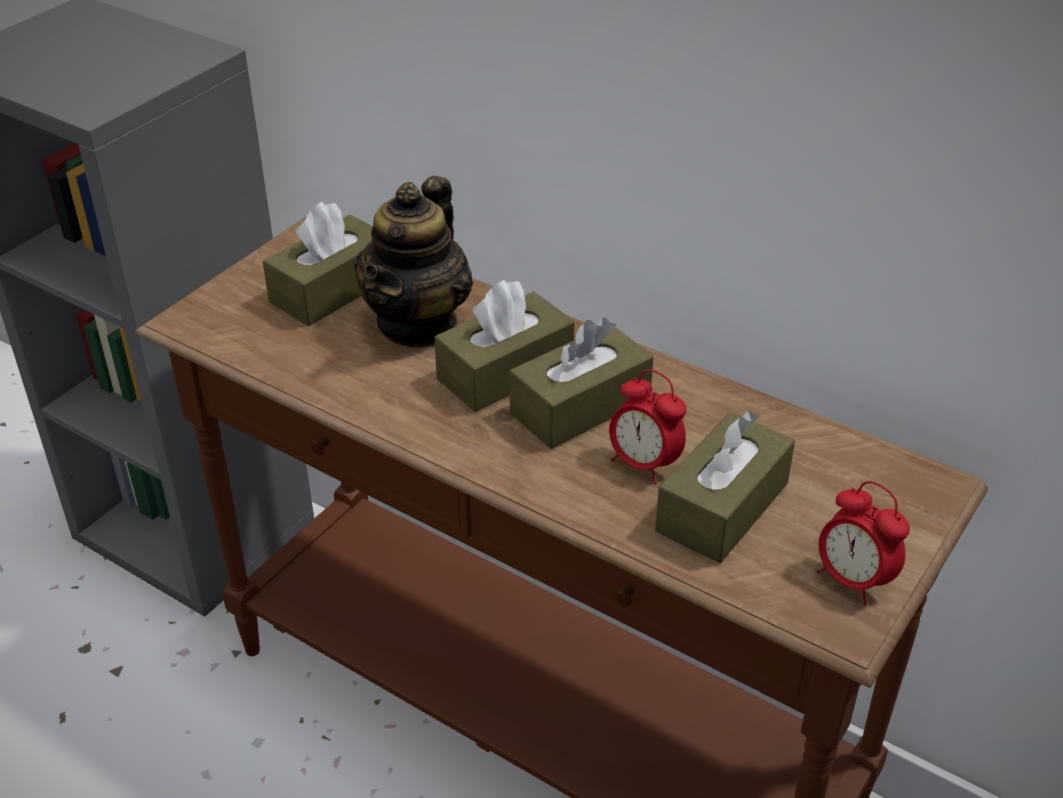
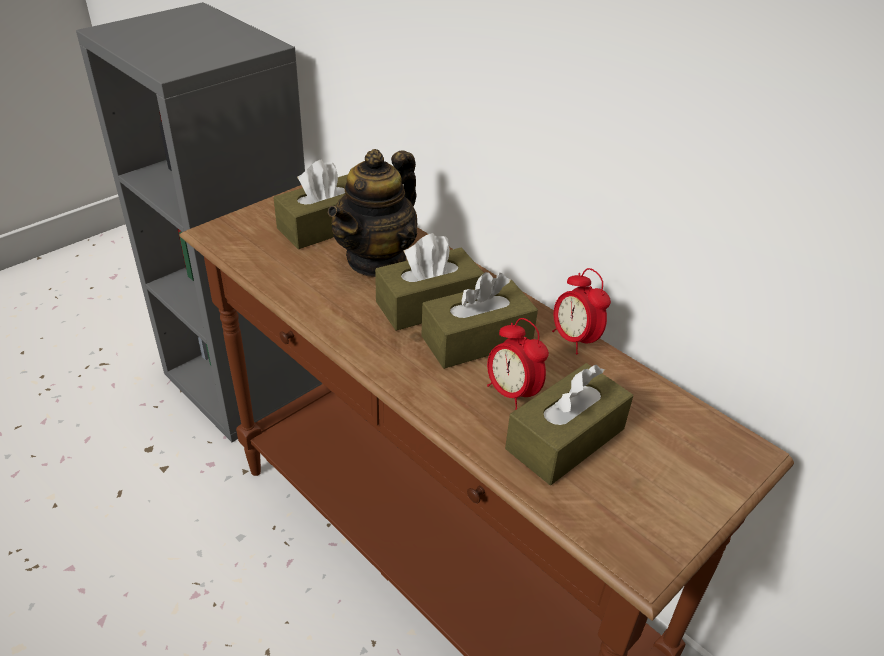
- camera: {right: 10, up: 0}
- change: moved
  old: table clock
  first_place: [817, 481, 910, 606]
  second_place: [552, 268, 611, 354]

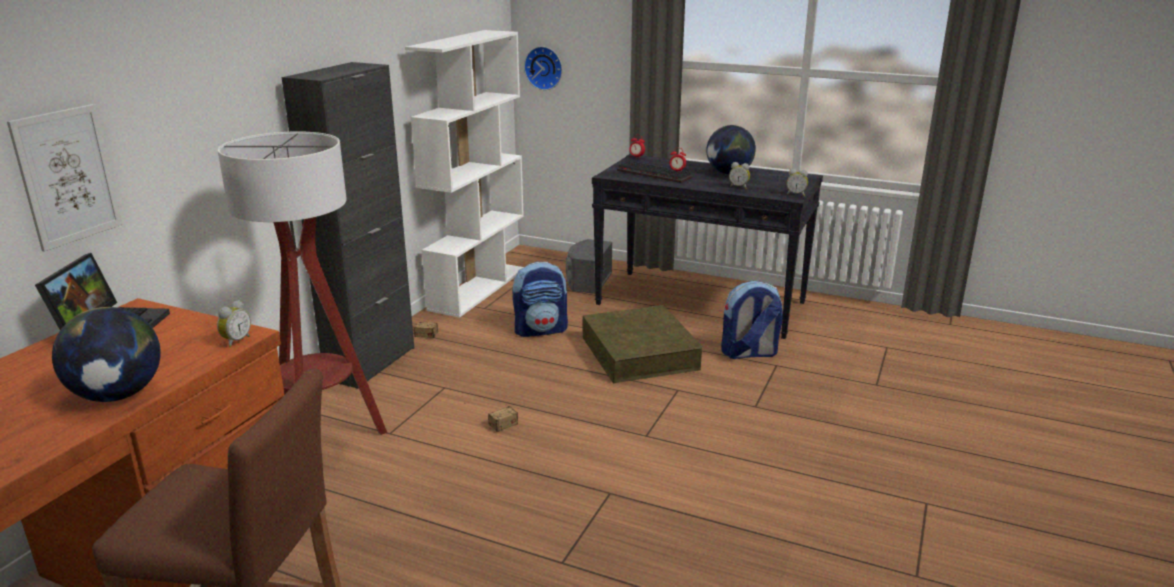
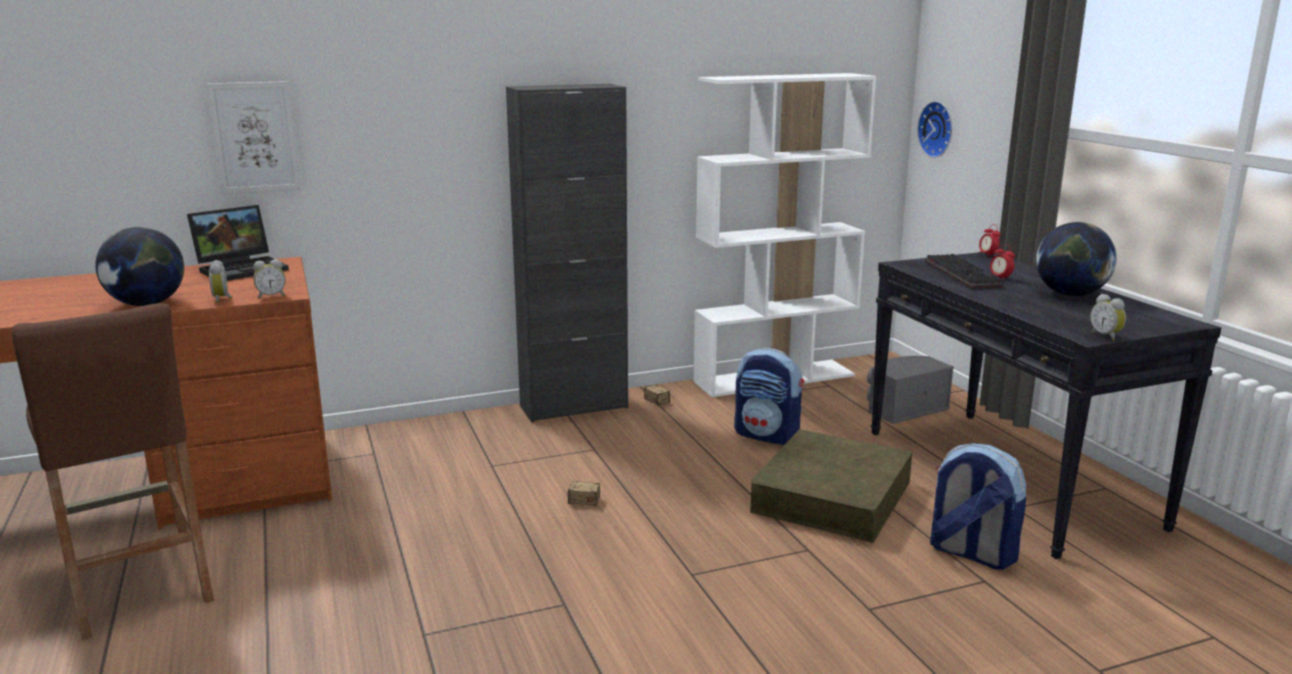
- camera: {right: 45, up: -5}
- change: removed
  old: standard lamp
  first_place: [218, 131, 387, 435]
- change: moved
  old: table clock
  first_place: [729, 162, 750, 189]
  second_place: [209, 260, 232, 303]

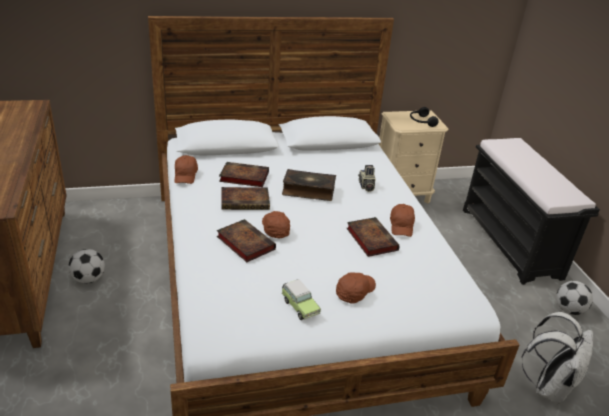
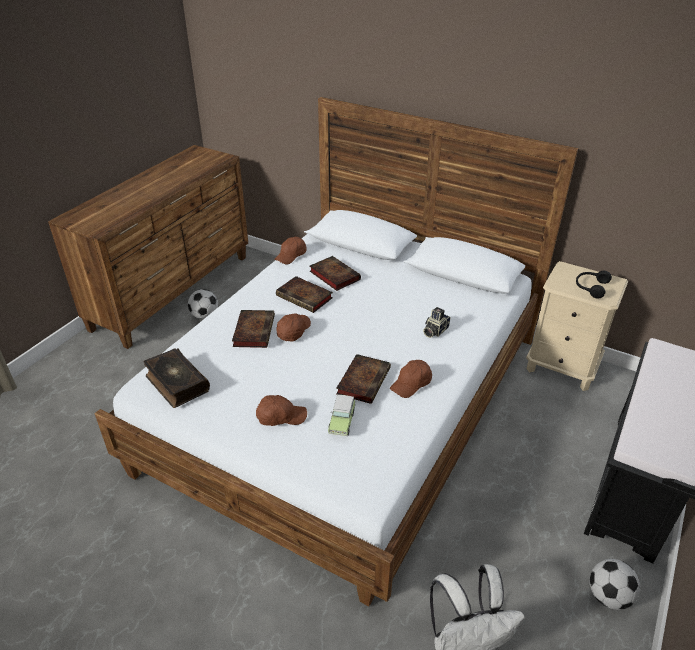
- camera: {right: 45, up: 5}
- change: moved
  old: book
  first_place: [282, 169, 336, 201]
  second_place: [143, 348, 210, 408]
- change: moved
  old: miniature car
  first_place: [282, 279, 321, 320]
  second_place: [328, 394, 356, 436]

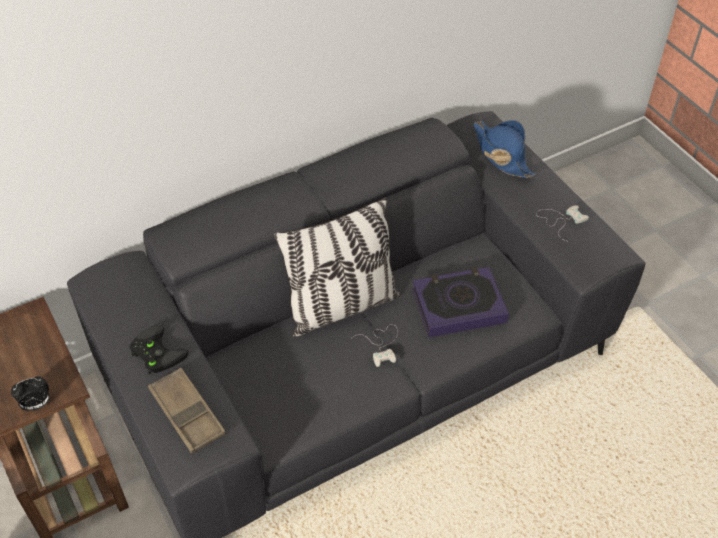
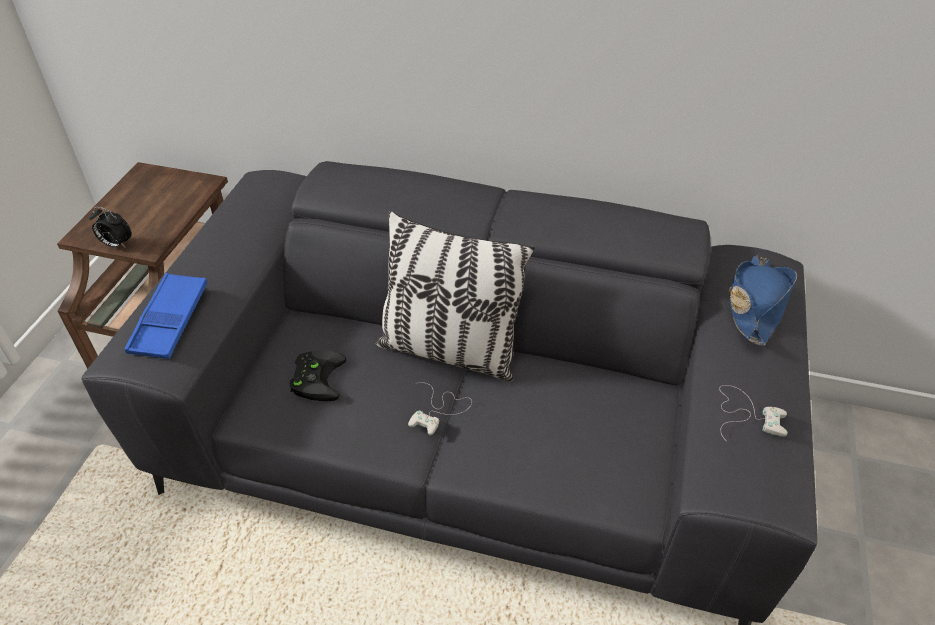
- camera: {right: 45, up: -5}
- change: removed
  old: book
  first_place: [412, 267, 509, 337]
- change: moved
  old: joypad in black
  first_place: [129, 325, 188, 374]
  second_place: [290, 350, 347, 401]
- change: recoloured
  old: carrying tray in brown
  new: carrying tray in bluish
  first_place: [148, 368, 226, 454]
  second_place: [125, 273, 207, 359]

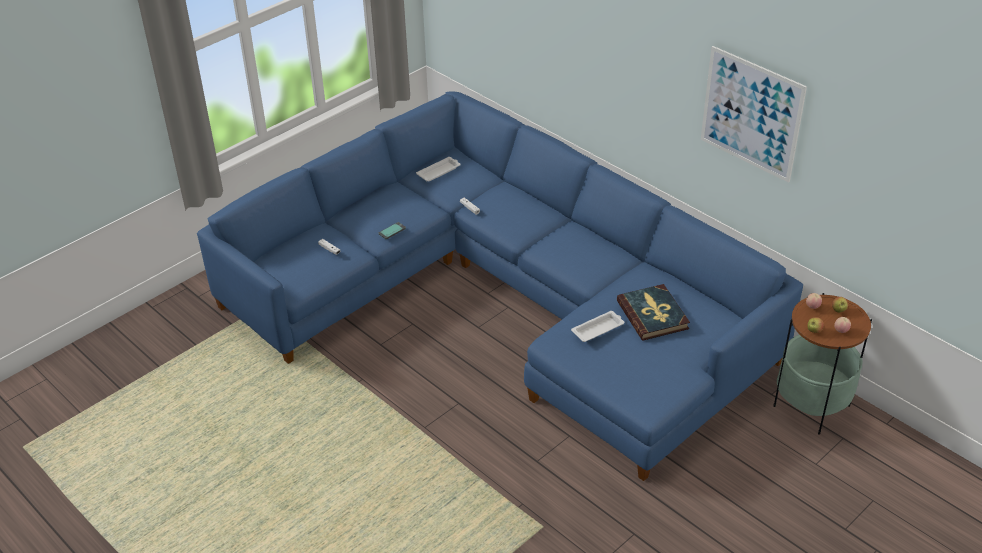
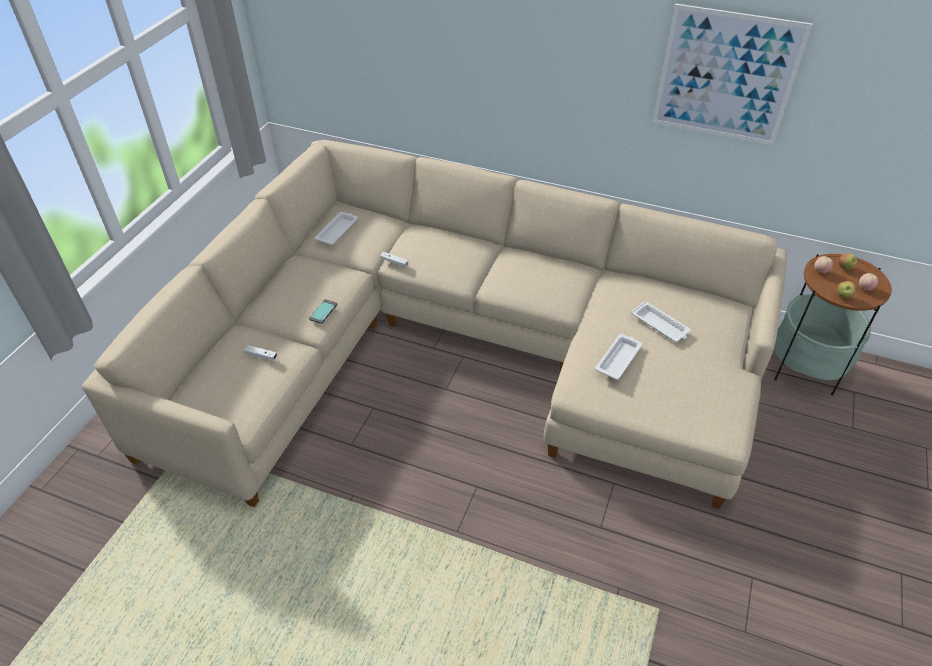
- camera: {right: -25, up: 5}
- change: replaced
  old: book
  new: carrying tray in white
  first_place: [617, 284, 690, 341]
  second_place: [631, 301, 690, 342]
- change: recoloured
  old: sofa in bluish
  new: sofa in beige
  first_place: [197, 91, 803, 481]
  second_place: [82, 140, 787, 509]

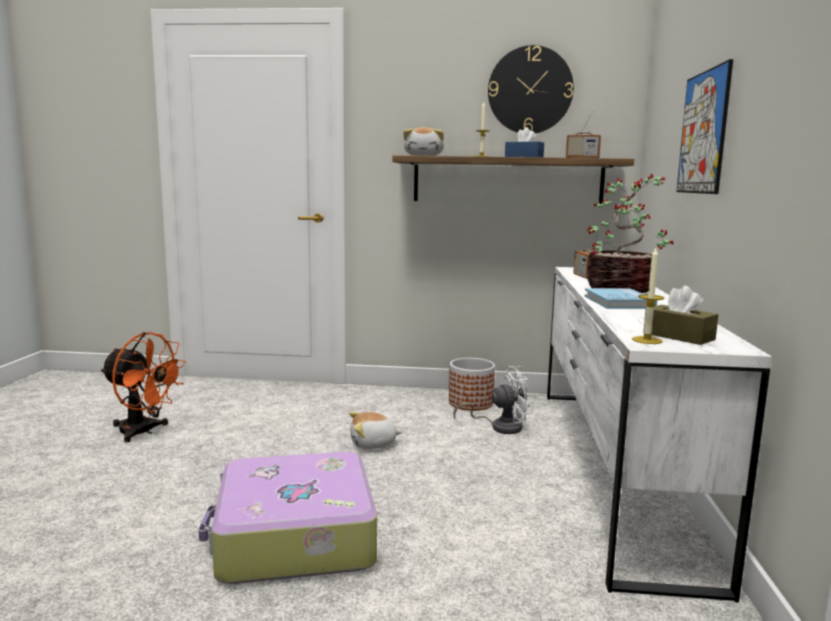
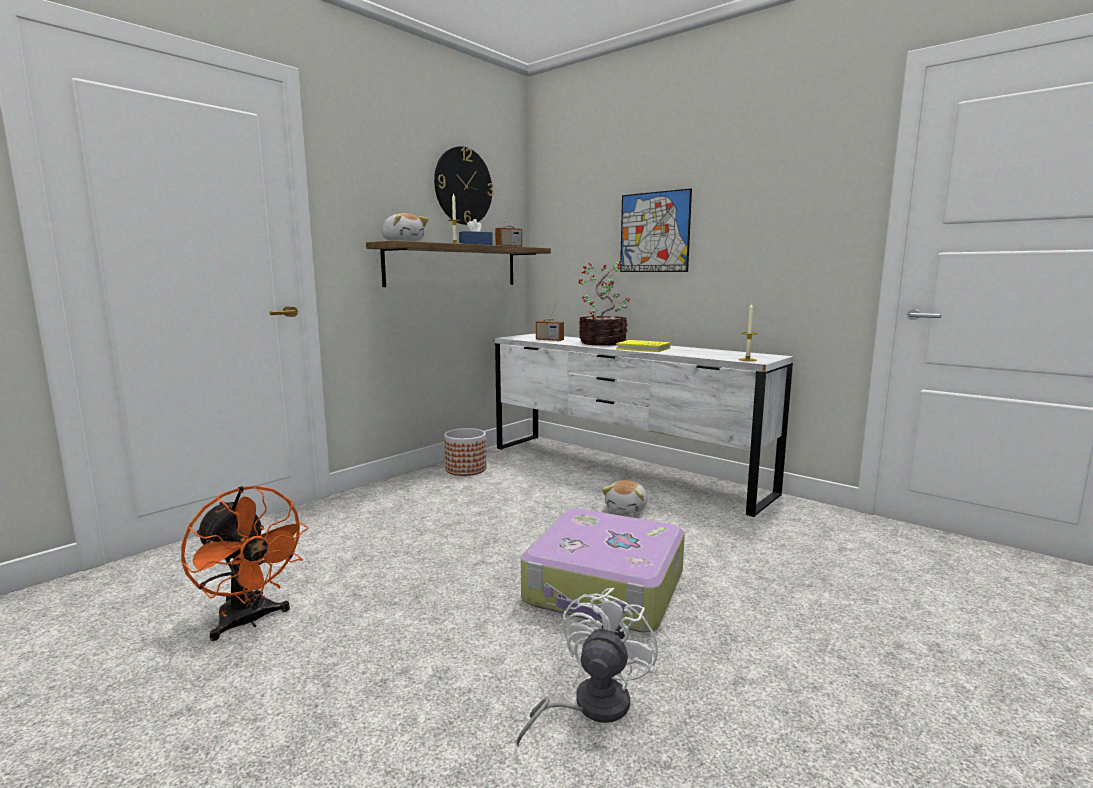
- camera: {right: -55, up: 0}
- change: removed
  old: box of tissues in brown
  first_place: [643, 286, 718, 345]
- change: moved
  old: plush toy
  first_place: [349, 412, 402, 449]
  second_place: [602, 480, 647, 513]
- change: moved
  old: fan in white
  first_place: [453, 366, 533, 434]
  second_place: [516, 588, 658, 746]
- change: recoloured
  old: book in bluish
  new: book in yellow-coloured
  first_place: [584, 288, 657, 309]
  second_place: [616, 340, 670, 352]
- change: turned
  old: fan in orange-coloured
  first_place: [100, 332, 186, 442]
  second_place: [181, 486, 309, 641]
  degrees: 75

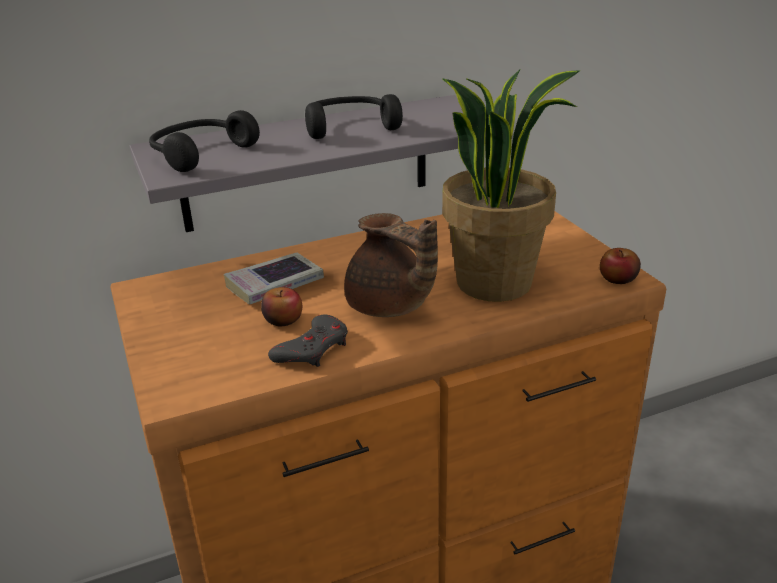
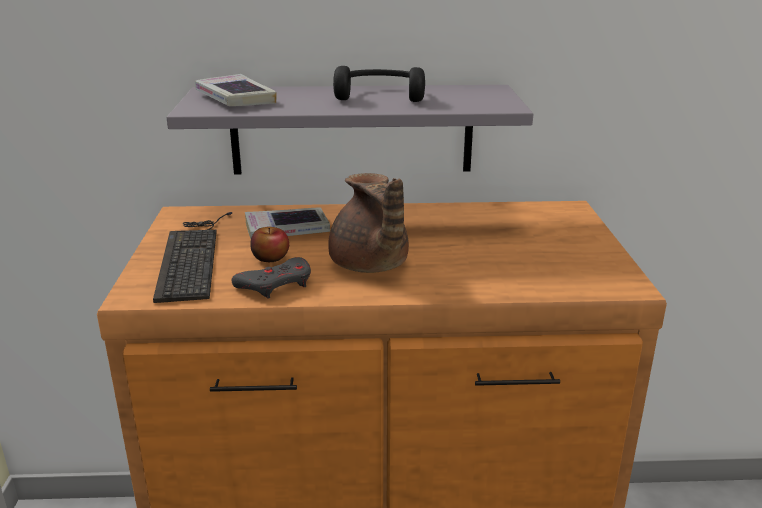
- camera: {right: 20, up: -5}
- change: removed
  old: houseplant
  first_place: [442, 69, 580, 302]
- change: removed
  old: apple fruit
  first_place: [600, 248, 641, 284]
- change: added
  new: computer keyboard
  second_place: [153, 212, 232, 303]
- change: replaced
  old: headset in black
  new: book
  first_place: [149, 110, 260, 172]
  second_place: [195, 74, 277, 106]

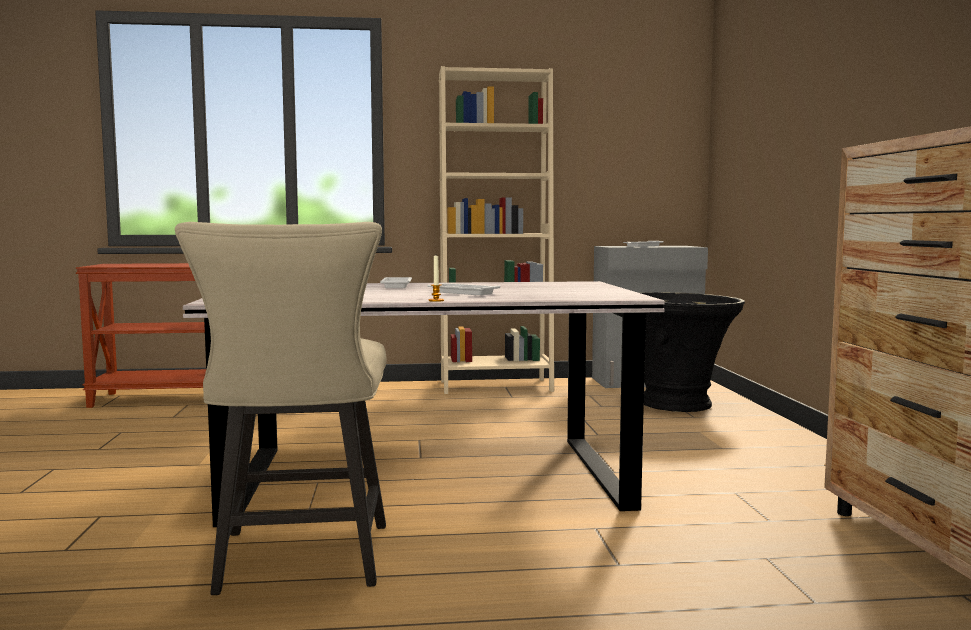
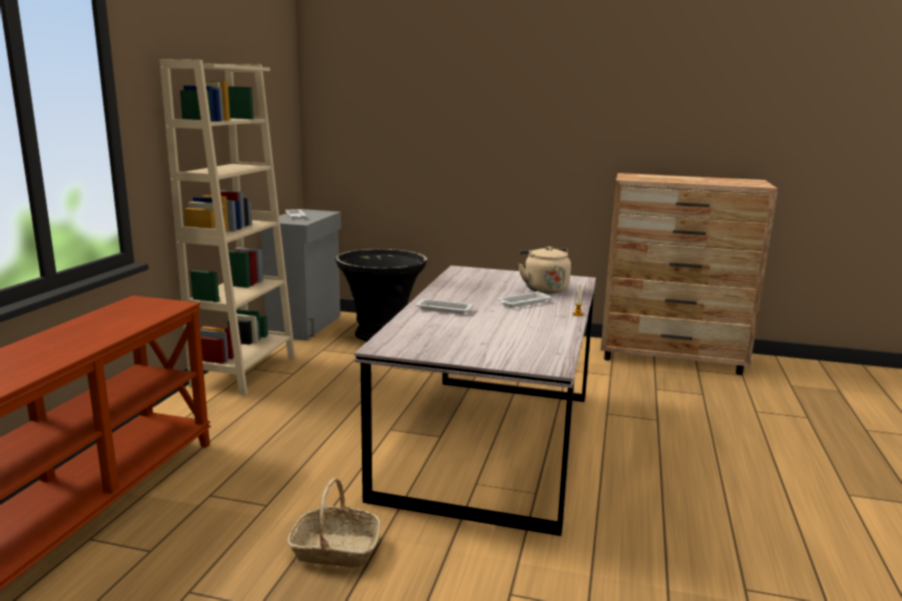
- camera: {right: -70, up: 10}
- change: removed
  old: plain chair in beige
  first_place: [175, 222, 386, 595]
- change: added
  new: storage basket
  second_place: [287, 478, 381, 568]
- change: added
  new: water kettle in beige
  second_place: [518, 246, 571, 293]

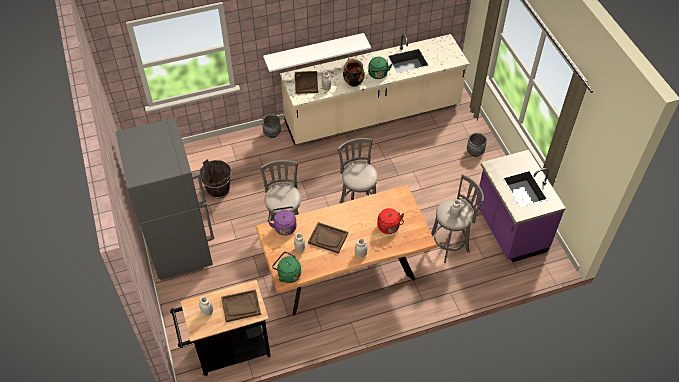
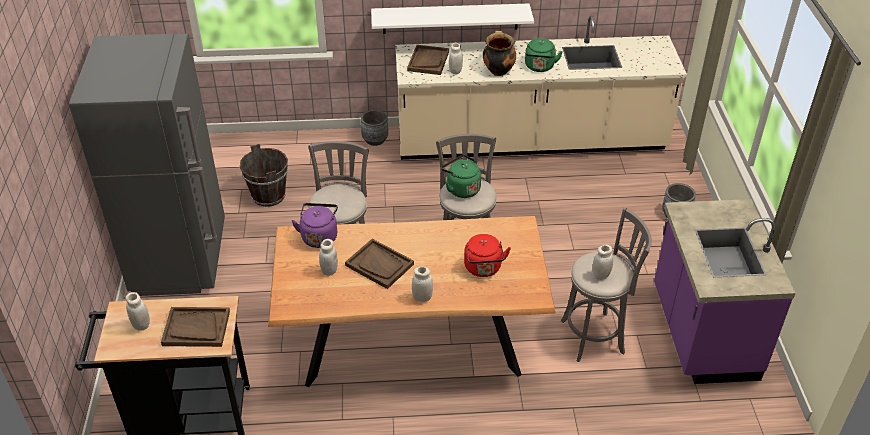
- camera: {right: 15, up: -10}
- change: moved
  old: water kettle in greenish
  first_place: [272, 252, 301, 283]
  second_place: [441, 155, 481, 198]

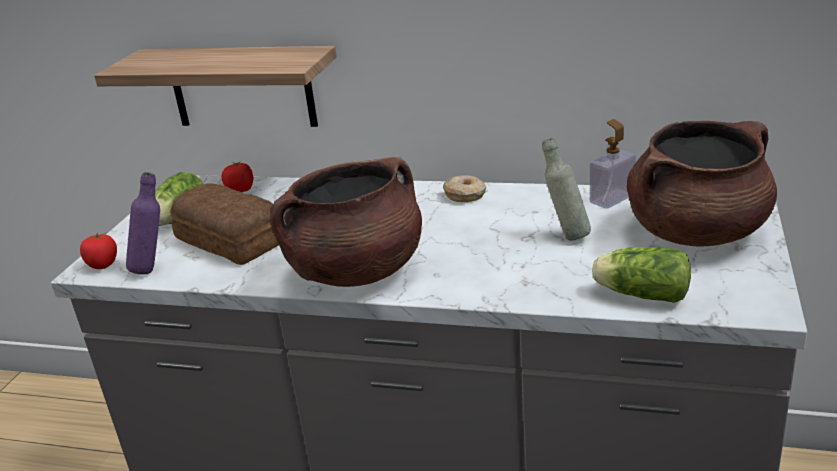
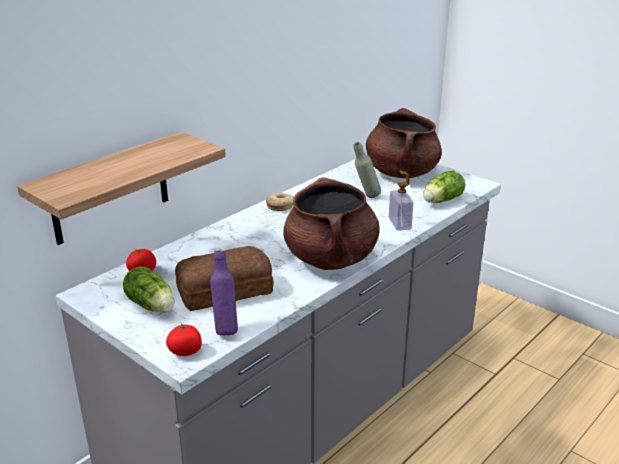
- camera: {right: -65, up: 0}
- change: moved
  old: soap bottle
  first_place: [590, 119, 636, 209]
  second_place: [389, 171, 414, 231]

